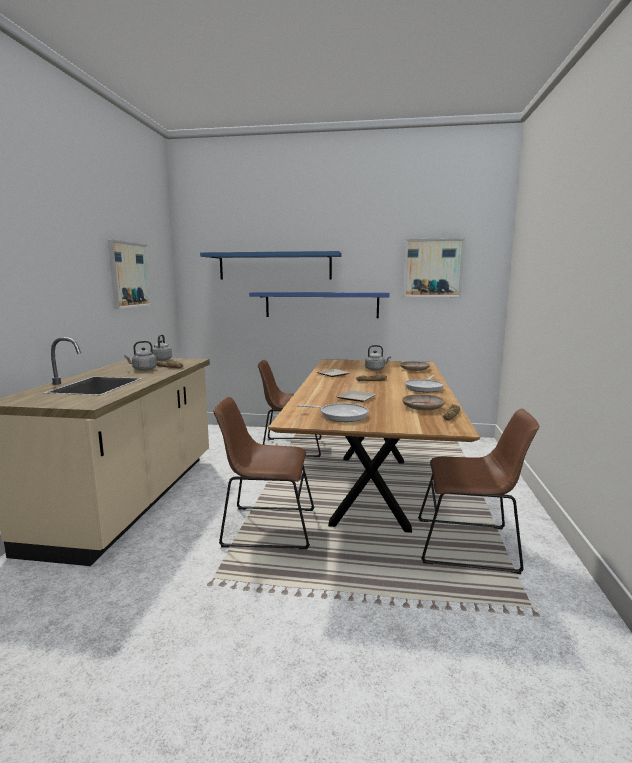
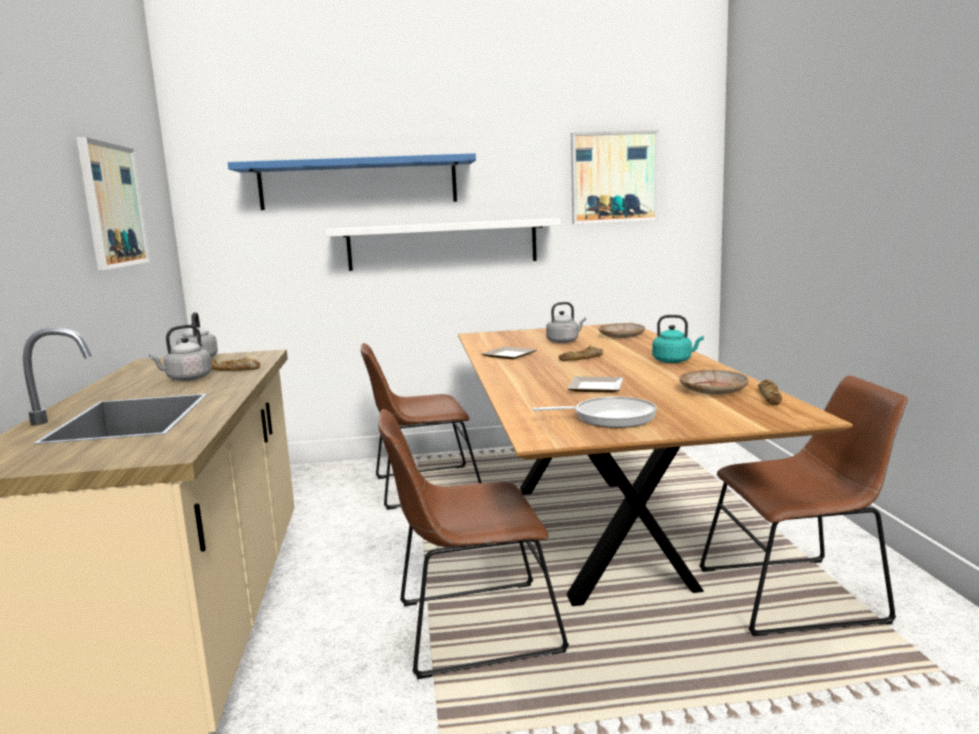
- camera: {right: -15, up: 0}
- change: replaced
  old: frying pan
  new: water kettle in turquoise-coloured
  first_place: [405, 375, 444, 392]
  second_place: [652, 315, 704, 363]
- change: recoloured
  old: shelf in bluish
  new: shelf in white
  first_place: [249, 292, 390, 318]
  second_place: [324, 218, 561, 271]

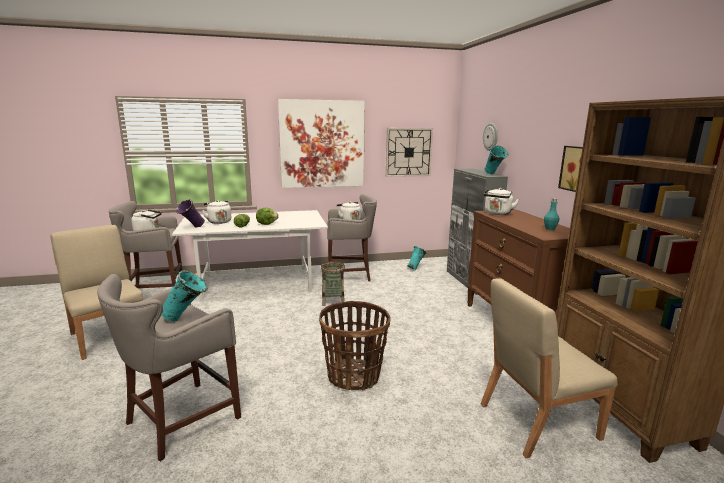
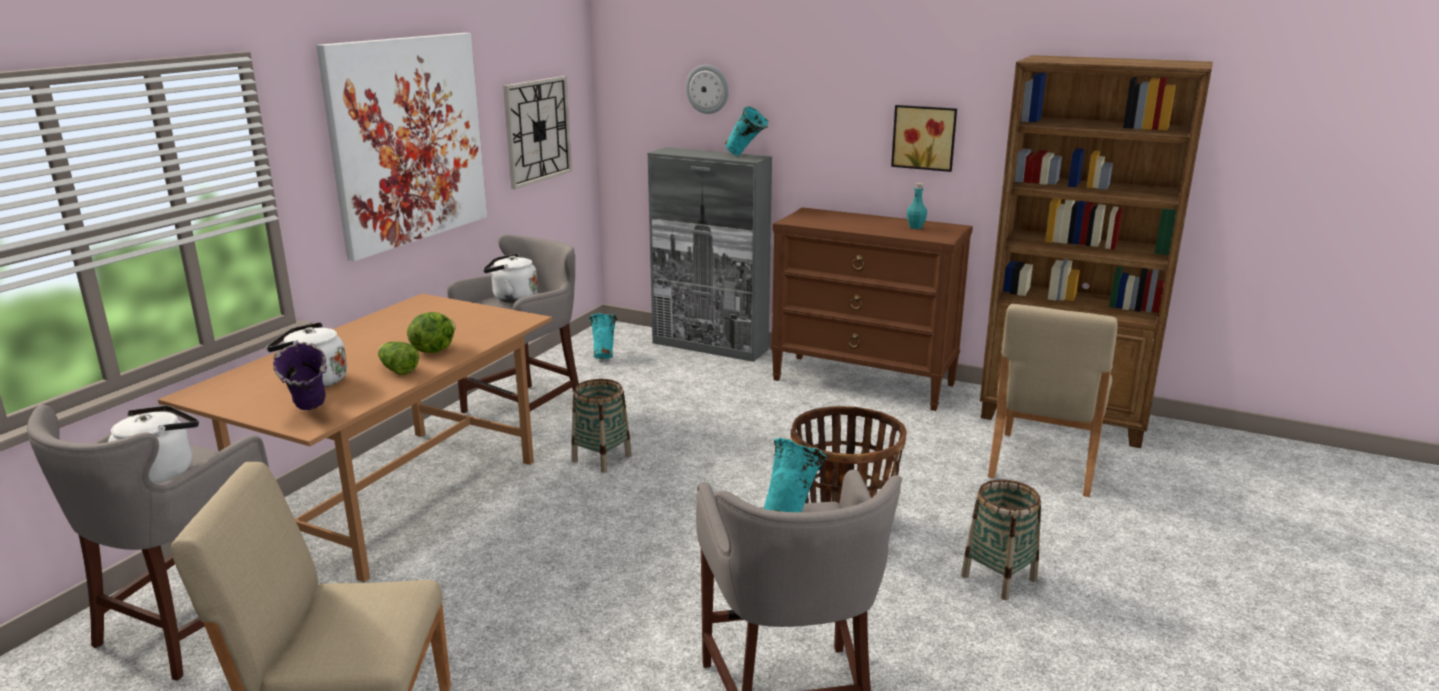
- camera: {right: -50, up: 5}
- change: removed
  old: water kettle in white
  first_place: [483, 188, 519, 215]
- change: added
  new: storage basket
  second_place: [961, 480, 1041, 600]
- change: recoloured
  old: dining table in white
  new: dining table in brown
  first_place: [172, 210, 328, 301]
  second_place: [158, 294, 552, 582]

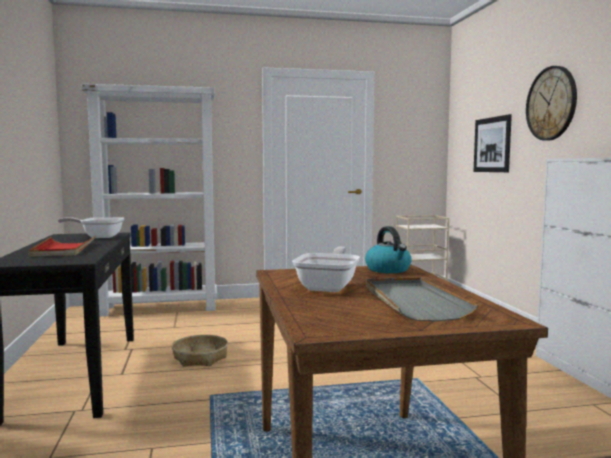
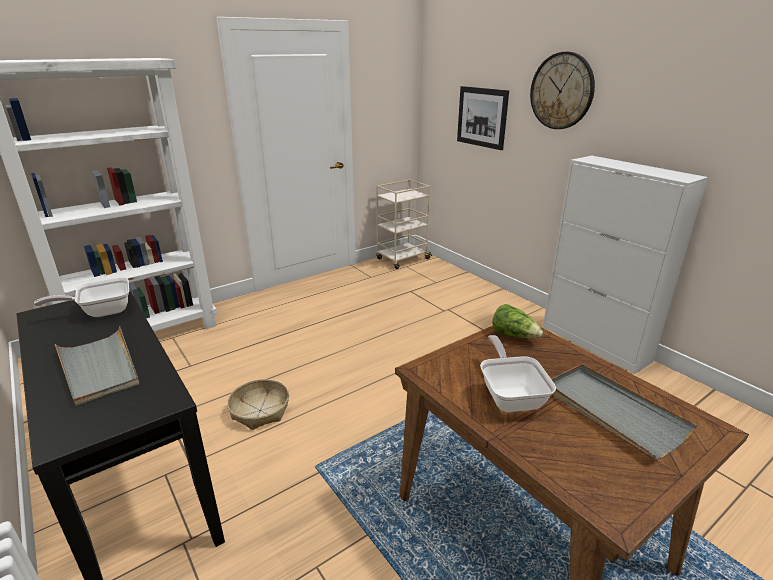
- camera: {right: -25, up: 20}
- change: replaced
  old: water kettle
  new: head of lettuce
  first_place: [365, 226, 412, 273]
  second_place: [492, 304, 543, 338]
- change: recoloured
  old: carrying tray in reddish
  new: carrying tray in gray
  first_place: [29, 236, 96, 257]
  second_place: [55, 326, 139, 406]

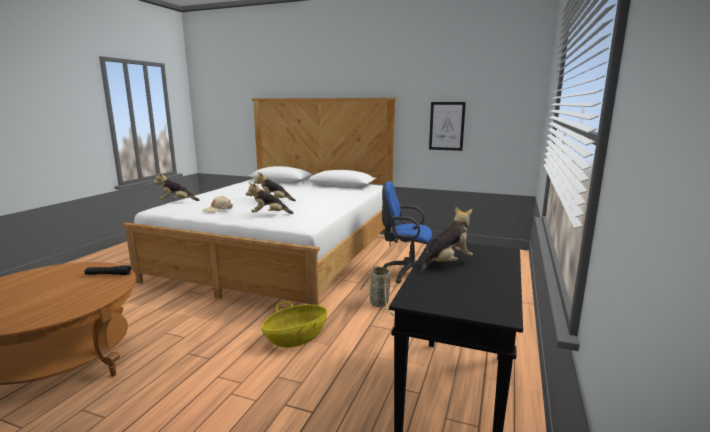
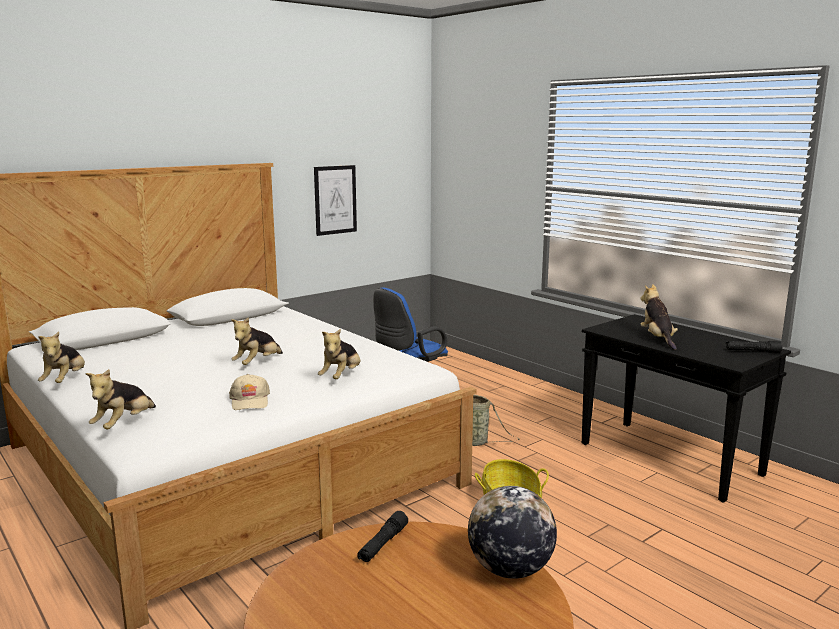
- camera: {right: -60, up: 0}
- change: added
  new: plush toy
  second_place: [38, 331, 85, 383]
- change: added
  new: desk globe
  second_place: [468, 486, 557, 579]
- change: added
  new: flashlight in black
  second_place: [725, 341, 782, 353]

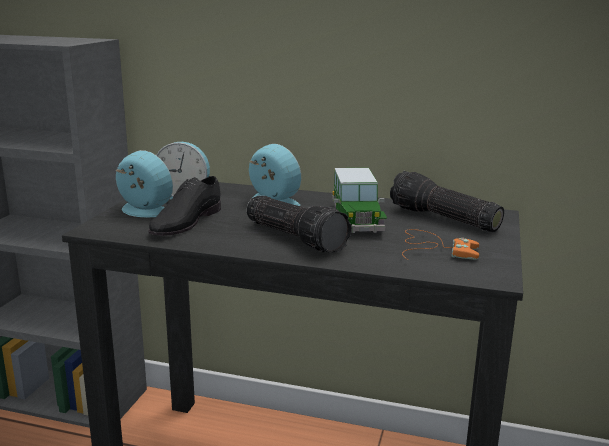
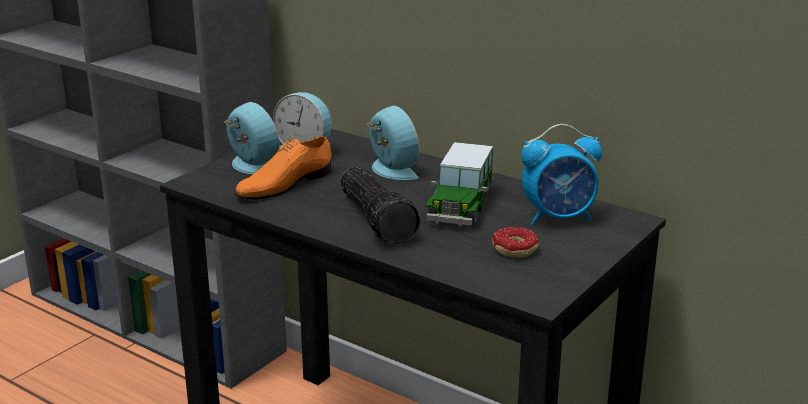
- camera: {right: 20, up: 5}
- change: replaced
  old: flashlight
  new: table clock
  first_place: [390, 171, 504, 232]
  second_place: [521, 124, 602, 225]
- change: replaced
  old: joypad in orange-coloured
  new: ring doughnut
  first_place: [402, 229, 479, 260]
  second_place: [492, 227, 538, 257]
- change: recoloured
  old: low shoe in black
  new: low shoe in orange-coloured
  first_place: [148, 176, 221, 236]
  second_place: [235, 136, 332, 200]

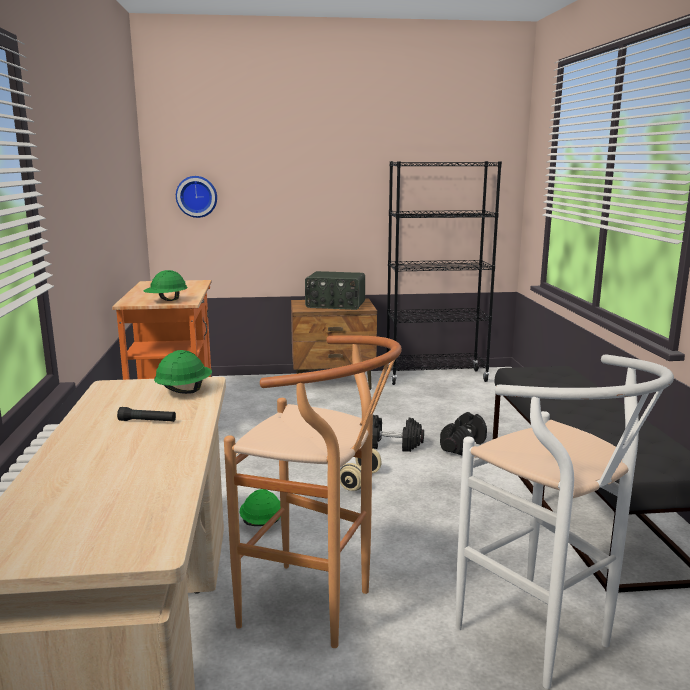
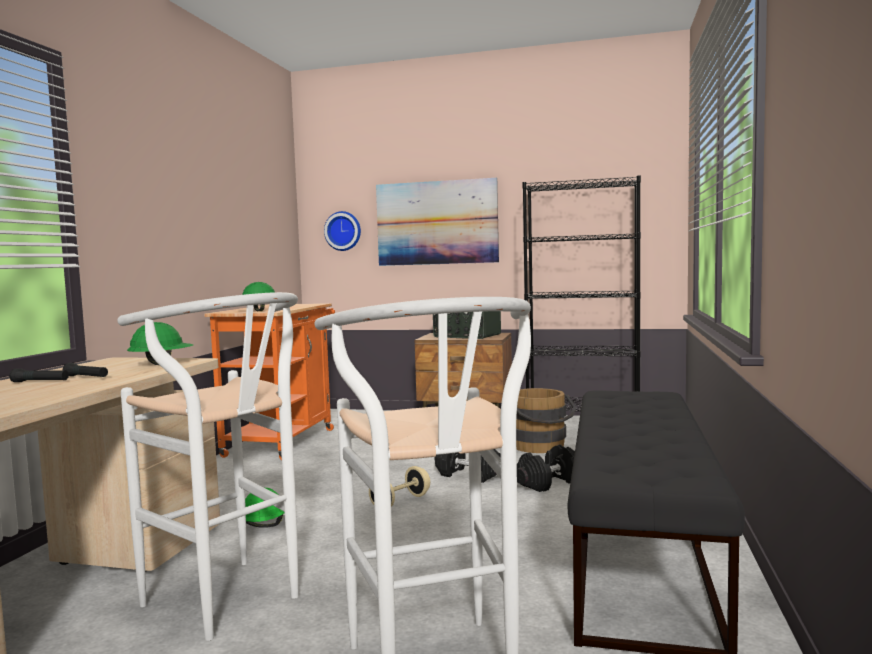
- camera: {right: 20, up: -10}
- change: added
  new: flashlight in black
  second_place: [9, 368, 69, 382]
- change: added
  new: wall art
  second_place: [376, 178, 499, 266]
- change: added
  new: bucket in brown
  second_place: [516, 388, 576, 453]
- change: recoloured
  old: stool in brown
  new: stool in white
  first_place: [224, 335, 402, 648]
  second_place: [117, 292, 299, 641]

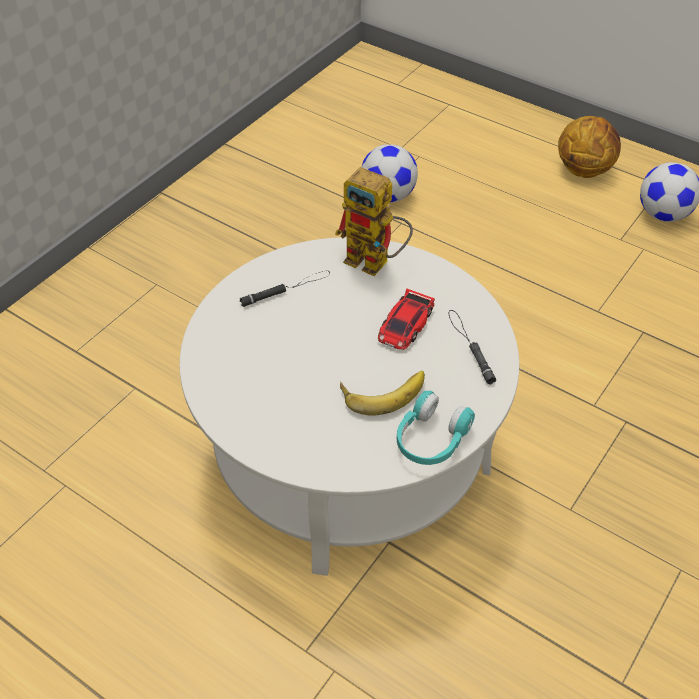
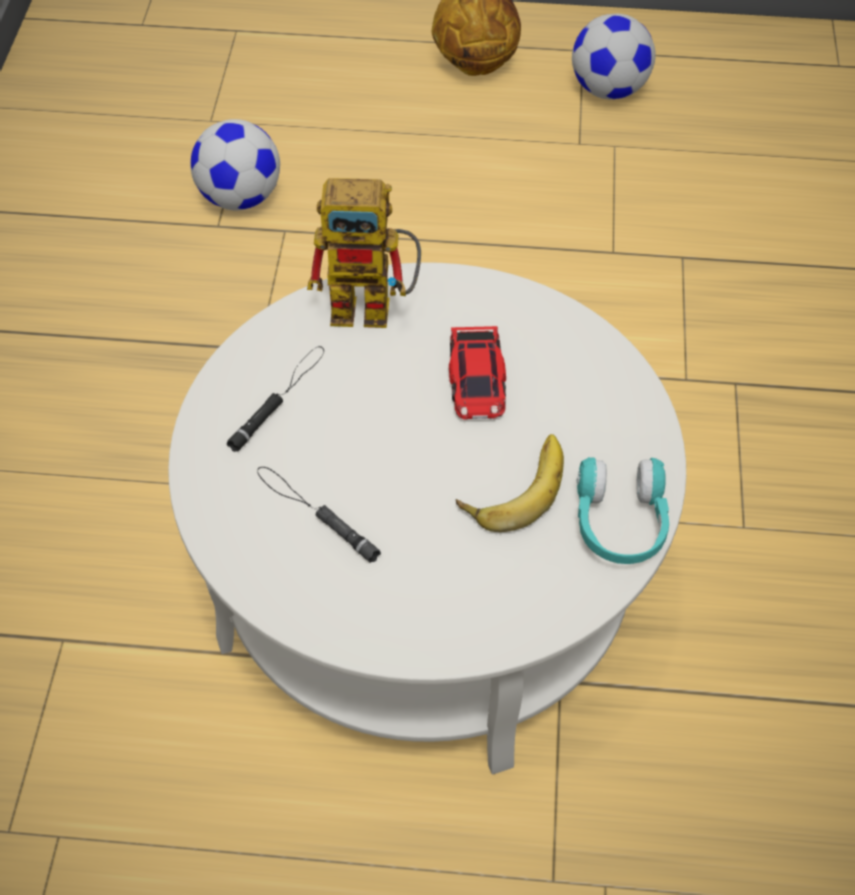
- camera: {right: -30, up: 5}
- change: moved
  old: flashlight in black
  first_place: [449, 310, 496, 385]
  second_place: [257, 467, 381, 563]

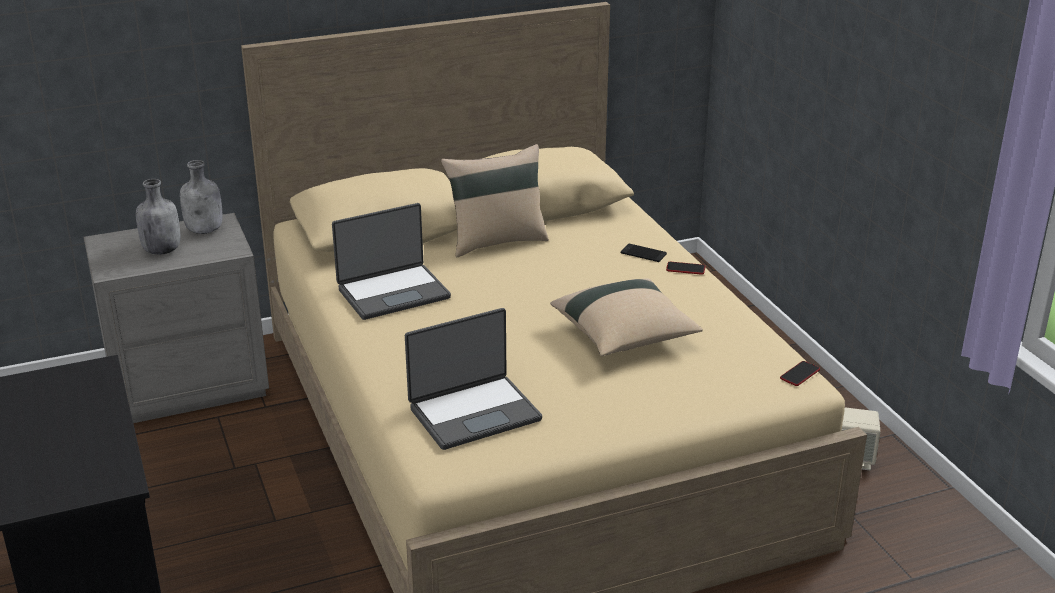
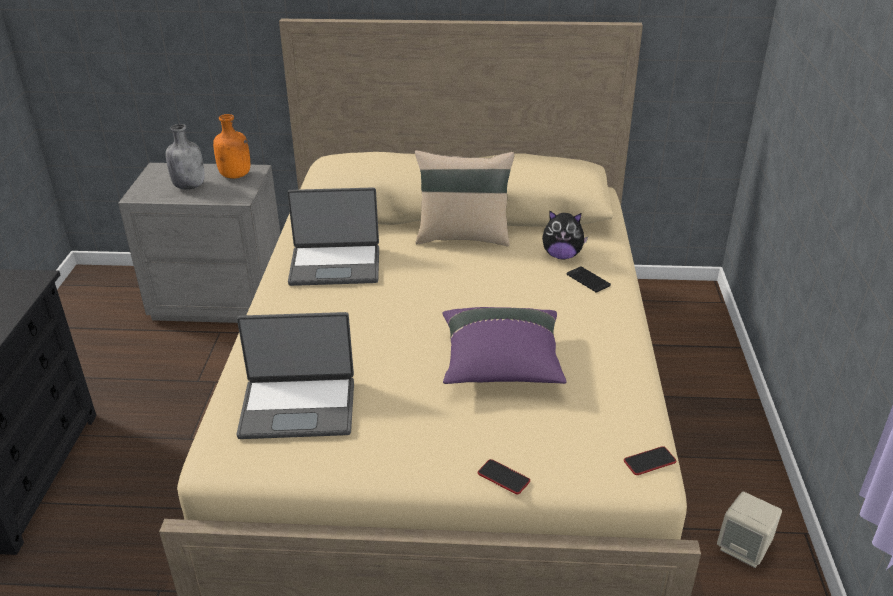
- camera: {right: 25, up: 5}
- change: added
  new: plush toy
  second_place: [542, 211, 588, 259]
- change: moved
  old: phone
  first_place: [666, 262, 705, 275]
  second_place: [478, 459, 530, 495]
- change: recoloured
  old: drink bottle in gray
  new: drink bottle in orange-coloured
  first_place: [180, 160, 222, 234]
  second_place: [213, 114, 250, 179]
- change: recoloured
  old: throw pillow in beige
  new: throw pillow in purplish
  first_place: [550, 278, 703, 356]
  second_place: [443, 307, 567, 384]

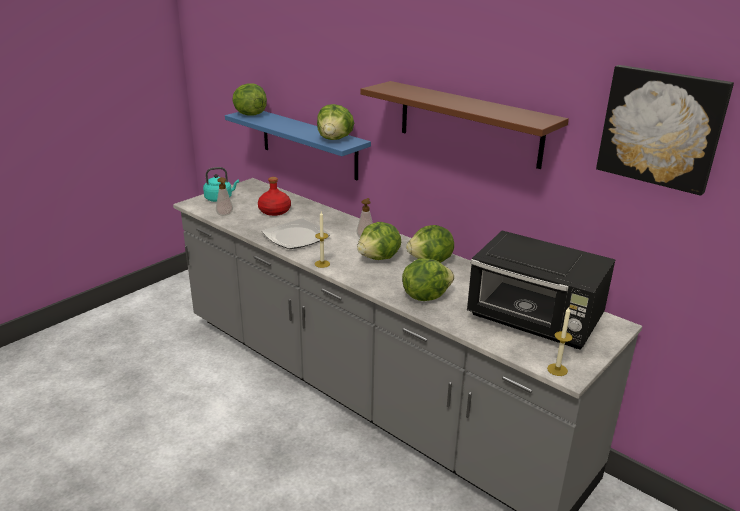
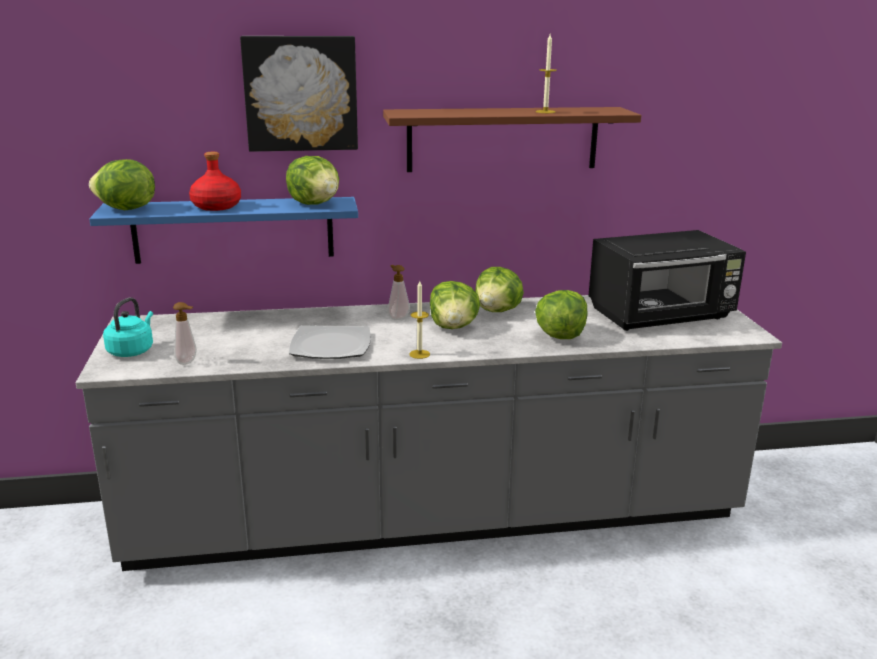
- camera: {right: -50, up: -5}
- change: moved
  old: drink bottle in reddish
  first_place: [258, 177, 291, 216]
  second_place: [189, 152, 241, 211]
- change: moved
  old: wax candle
  first_place: [547, 307, 573, 376]
  second_place: [536, 34, 557, 113]
- change: moved
  old: wall art
  first_place: [596, 65, 734, 196]
  second_place: [240, 36, 358, 152]

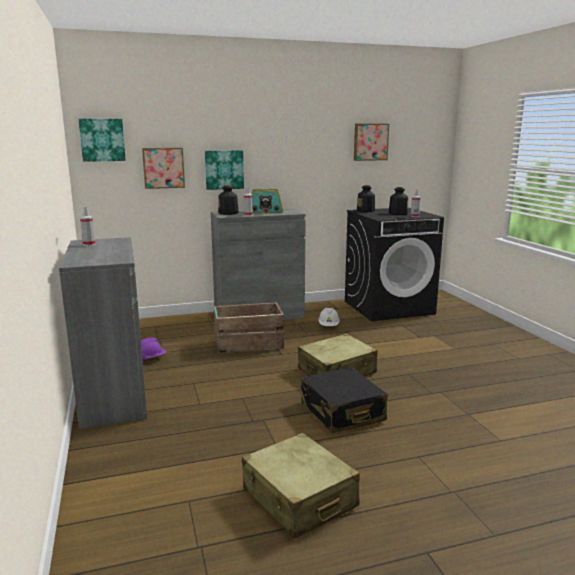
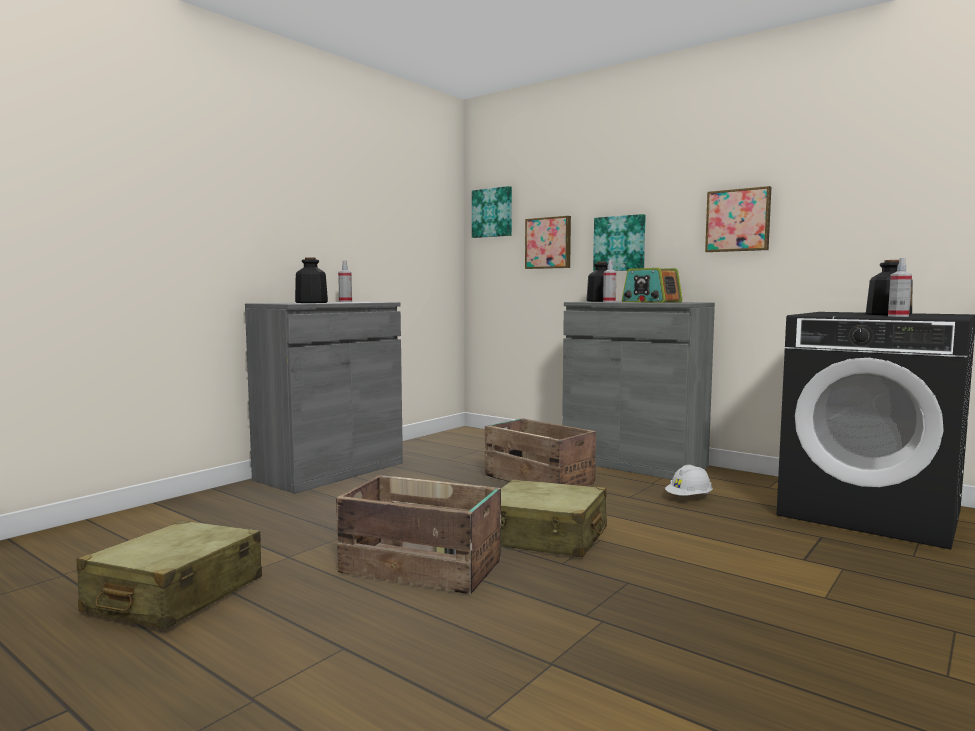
- camera: {right: 55, up: -10}
- change: removed
  old: safety helmet in purplish
  first_place: [136, 338, 166, 360]
- change: moved
  old: wall art
  first_place: [354, 124, 389, 161]
  second_place: [705, 186, 771, 252]
- change: moved
  old: drink bottle
  first_place: [357, 185, 375, 212]
  second_place: [295, 257, 328, 303]
- change: replaced
  old: piece of luggage in black
  new: shipping crate
  first_place: [301, 367, 388, 433]
  second_place: [336, 475, 501, 594]

